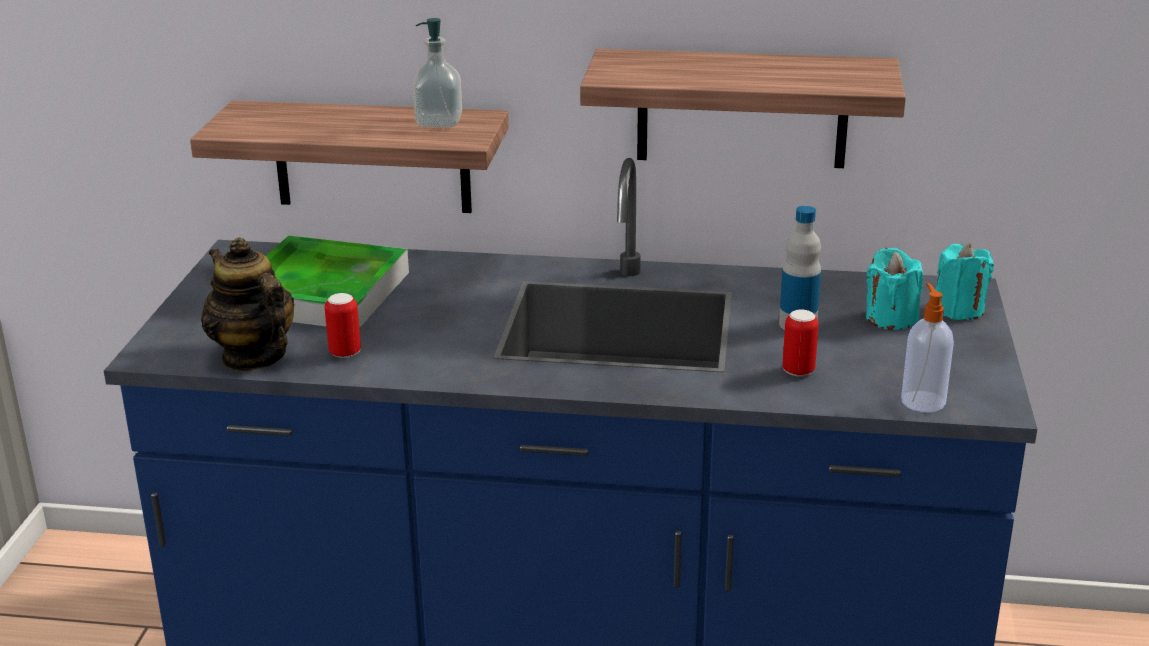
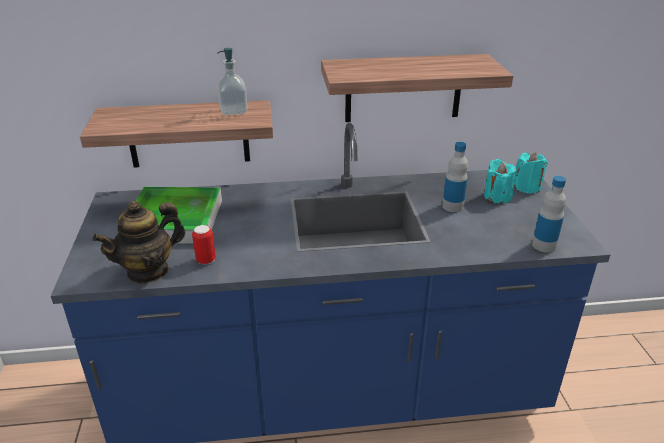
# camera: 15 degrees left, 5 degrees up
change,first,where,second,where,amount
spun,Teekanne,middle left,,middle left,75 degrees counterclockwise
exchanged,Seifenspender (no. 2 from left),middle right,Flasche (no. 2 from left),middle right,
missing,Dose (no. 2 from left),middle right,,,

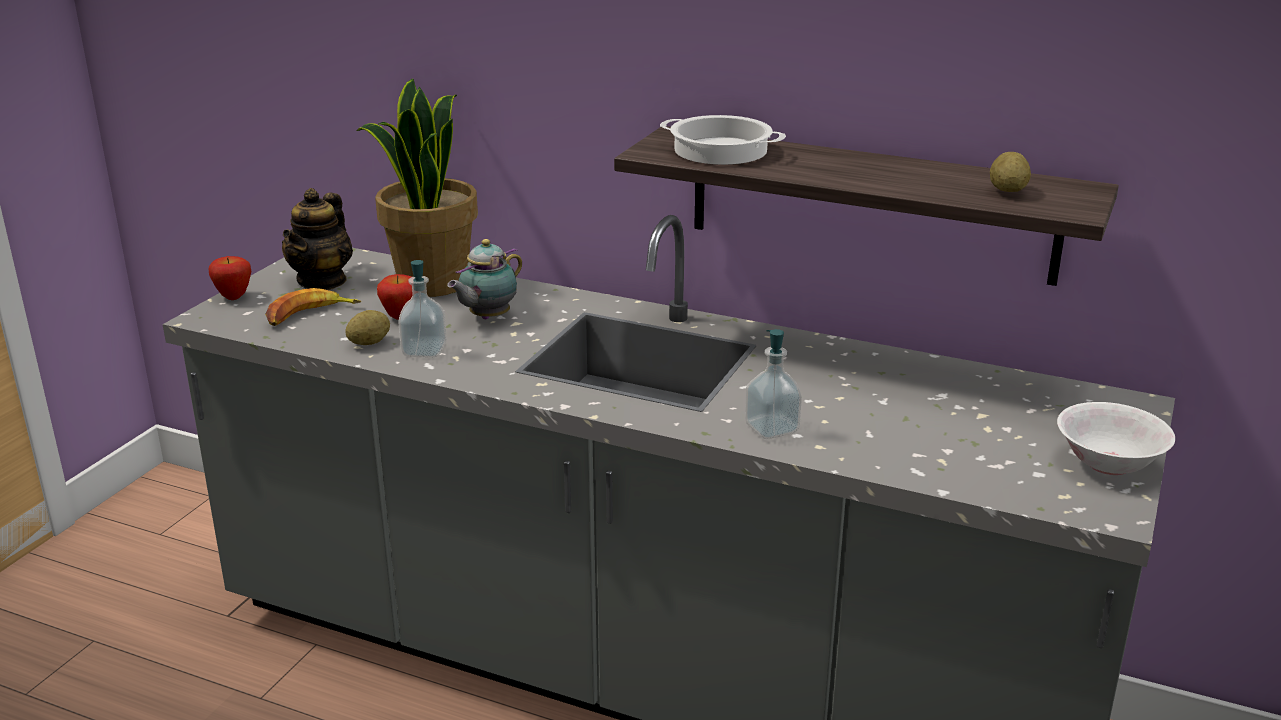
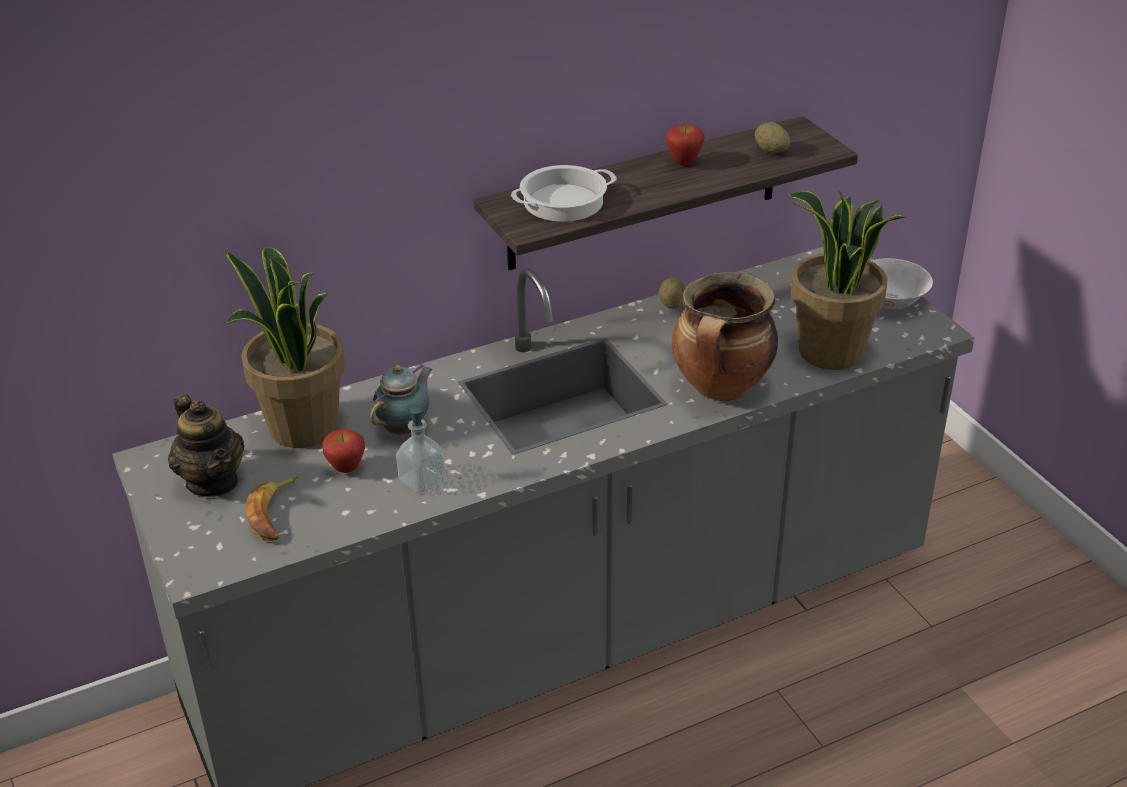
# camera: 50 degrees left, 10 degrees up
change,first,where,second,where,amount
spun,Teekanne (no. 2 from left),centre,,centre,135 degrees counterclockwise
relocated,Kartoffel (no. 1 from left),middle left,,centre,
relocated,Apfel (no. 1 from left in the first image),middle left,Apfel (no. 2 from left),top centre,
exchanged,Seifenspender (no. 2 from left),centre,Kochtopf (no. 2 from left),centre,
appeared,,,Topfpflanze (no. 2 from left),middle right,

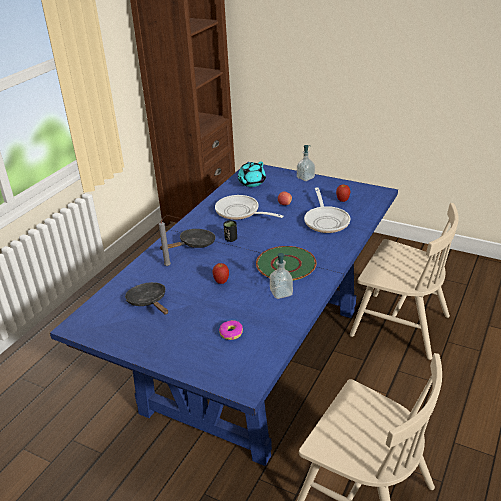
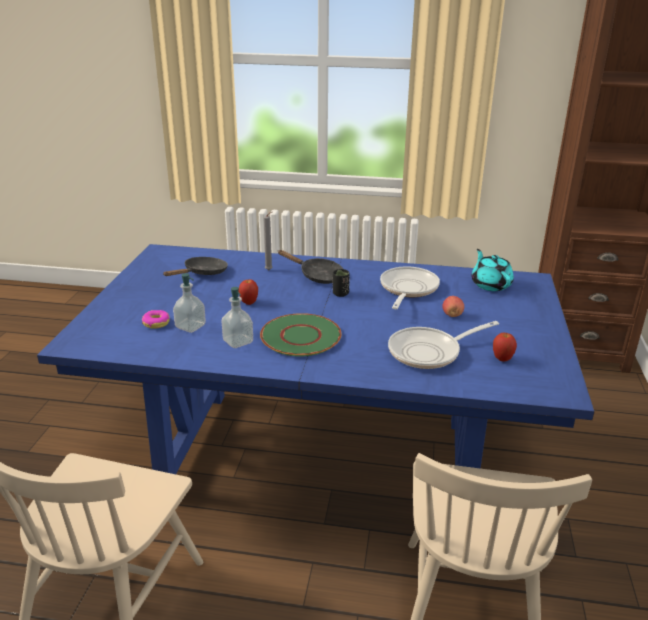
# camera: 70 degrees right, 5 degrees down
change,first,where,second,where,amount
relocated,Seifenspender (no. 2 from left in the first image),top centre,Seifenspender (no. 1 from left),middle left,
spun,Teekanne [türkis],centre,,middle right,60 degrees clockwise

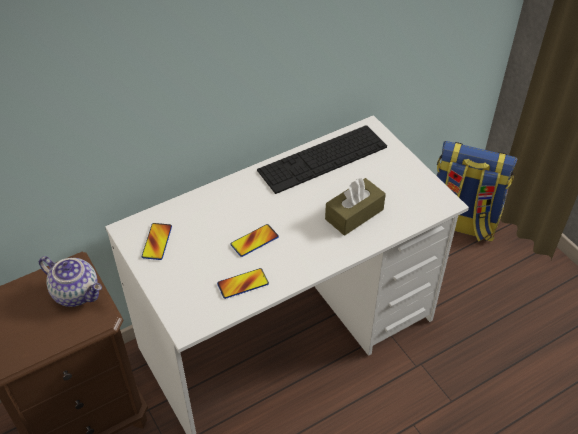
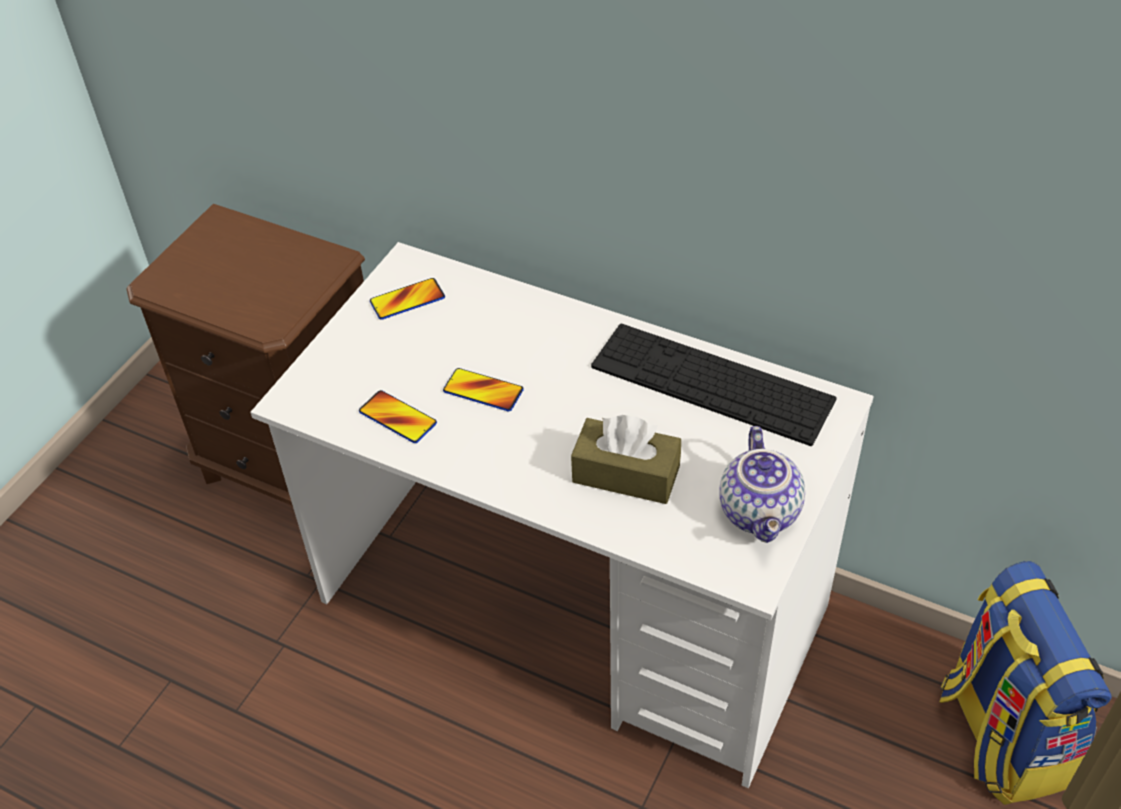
# camera: 60 degrees right, 0 degrees up
change,first,where,second,where,amount
relocated,Teekanne,middle left,,middle right,

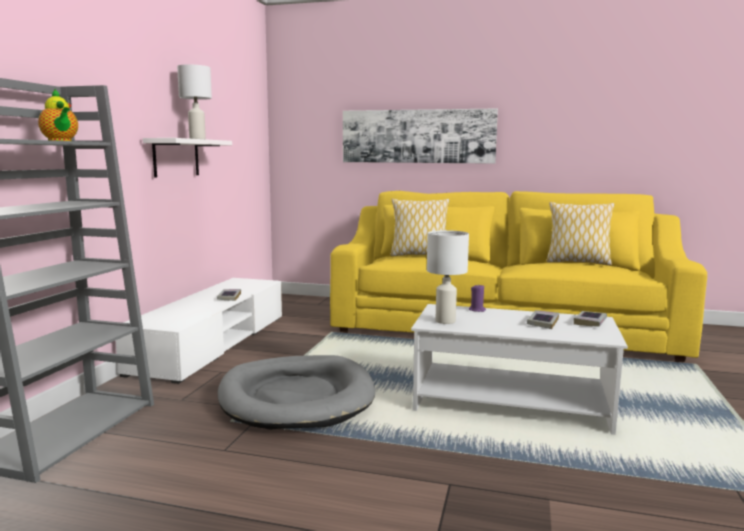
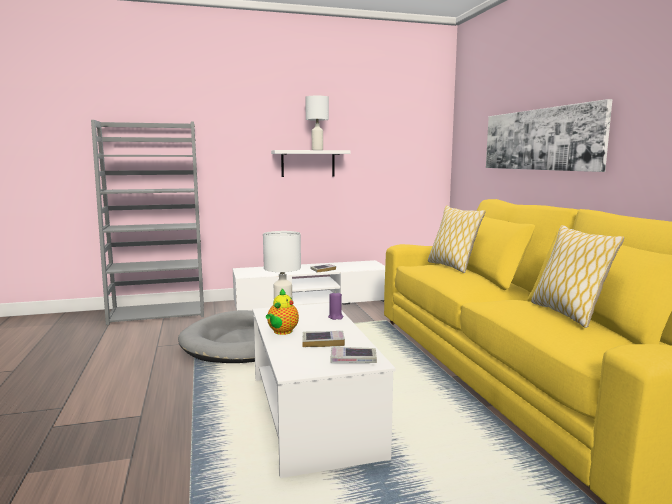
# camera: 60 degrees right, 0 degrees up
change,first,where,second,where,amount
relocated,Teekanne,top left,,centre,

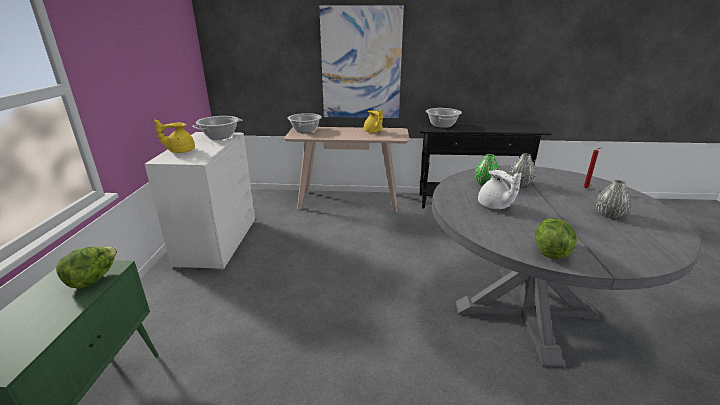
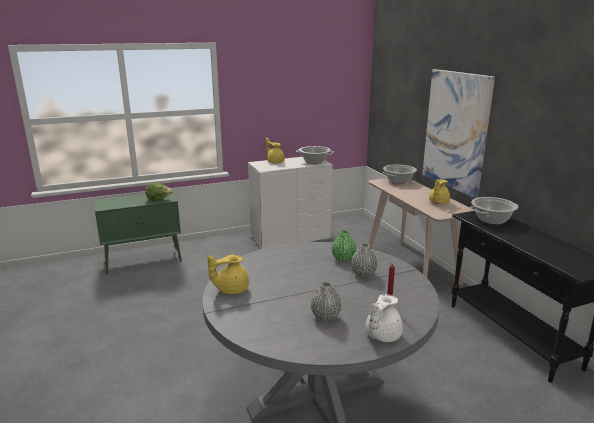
# camera: 65 degrees right, 5 degrees down
change,first,where,second,where,amount
exchanged,Salatkopf (no. 2 from left),middle right,Teekanne [gelb] (no. 1 from left),centre,
relocated,Teekanne [weiß],middle right,,bottom centre,

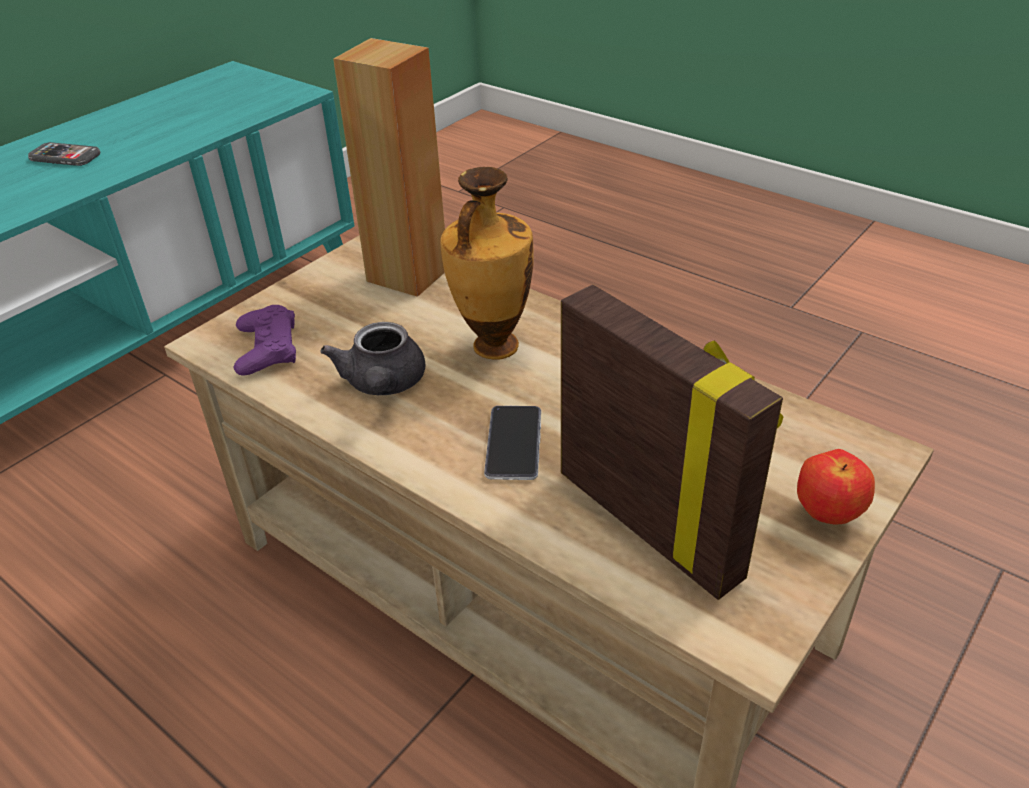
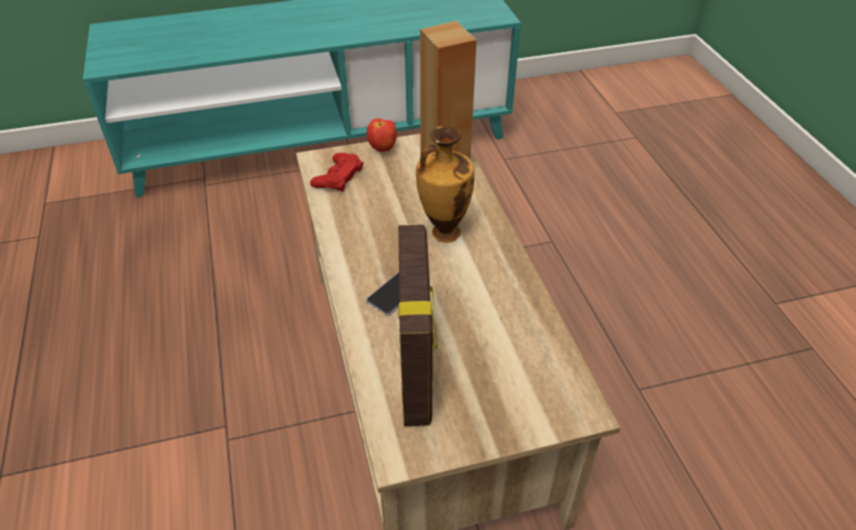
# camera: 35 degrees right, 5 degrees up
change,first,where,second,where,amount
colour,Gamepad [lila],middle left,Gamepad [rot],top centre,
relocated,Apfel,middle right,,top centre,
missing,Handy (no. 1 from left),top left,,,
missing,Teekanne [grau],centre,,,

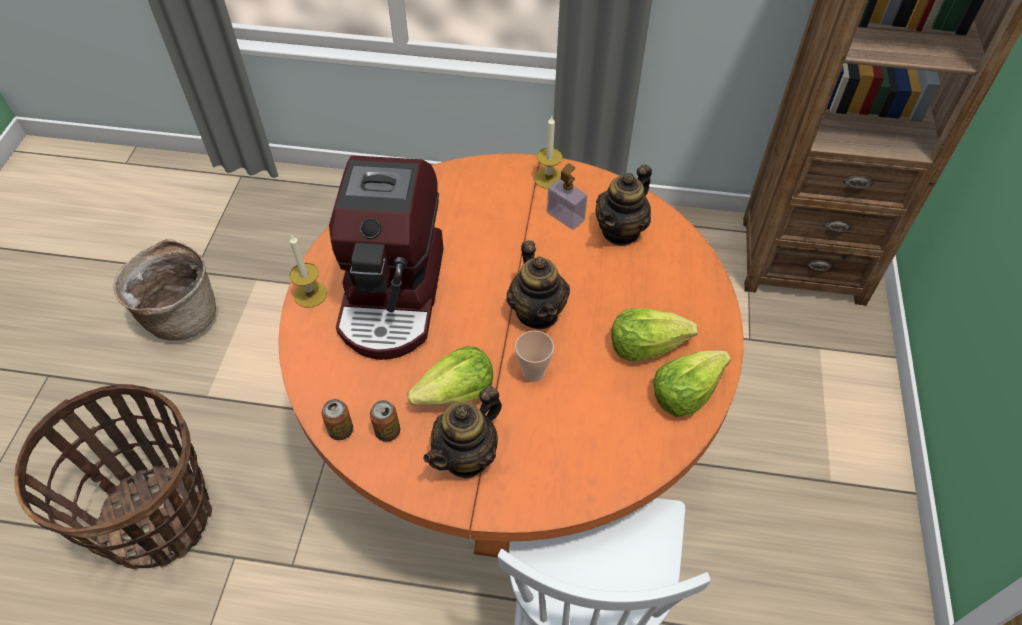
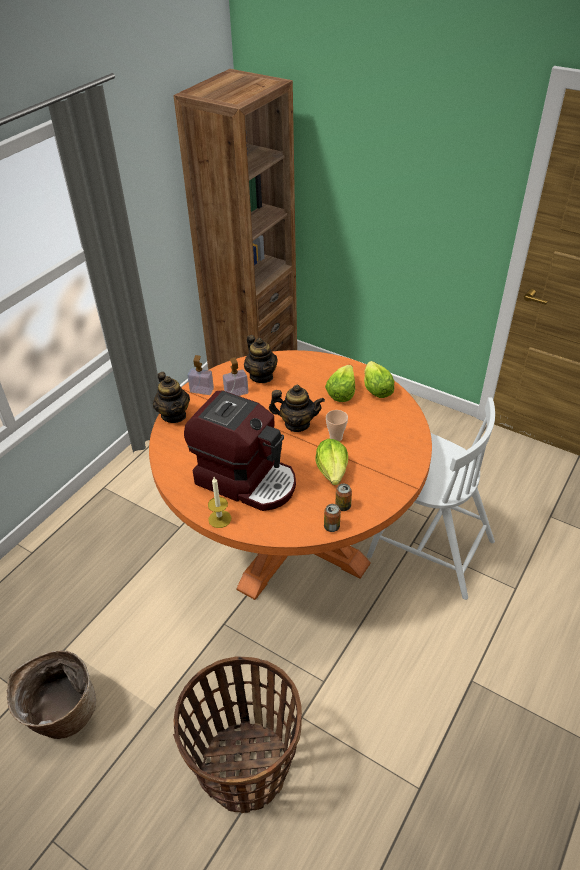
# camera: 65 degrees left, 10 degrees down
change,first,where,second,where,amount
relocated,Teekanne (no. 1 from left),bottom centre,,middle left,
exchanged,Kerze (no. 2 from left),top centre,Seifenspender (no. 1 from left),centre,

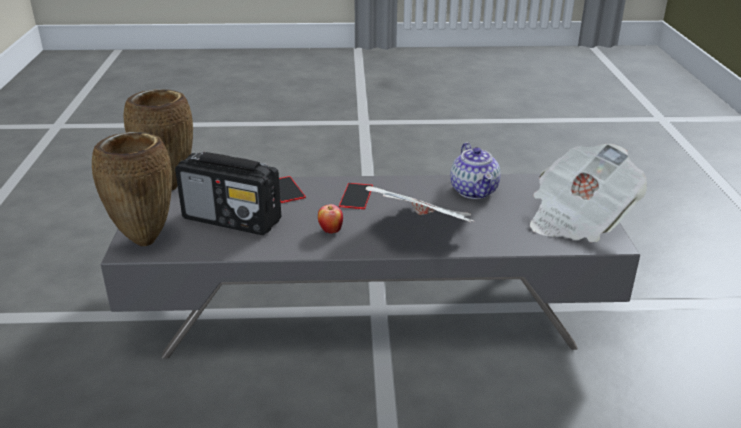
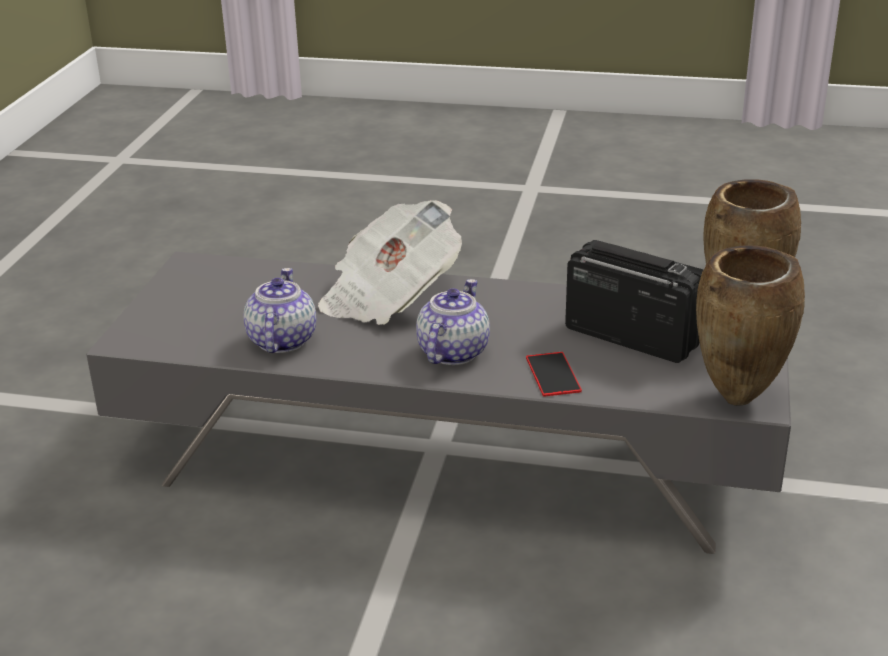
# camera: 165 degrees left, 0 degrees up
change,first,where,second,where,amount
exchanged,Handy (no. 2 from left),centre,Teekanne (no. 2 from left),centre,
missing,Apfel,centre,,,
missing,Zeitung (no. 2 from left),middle right,,,

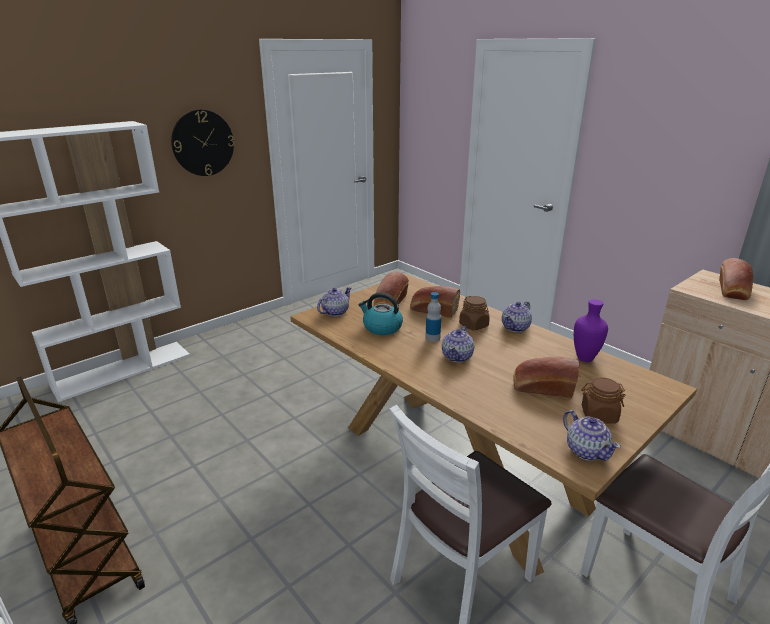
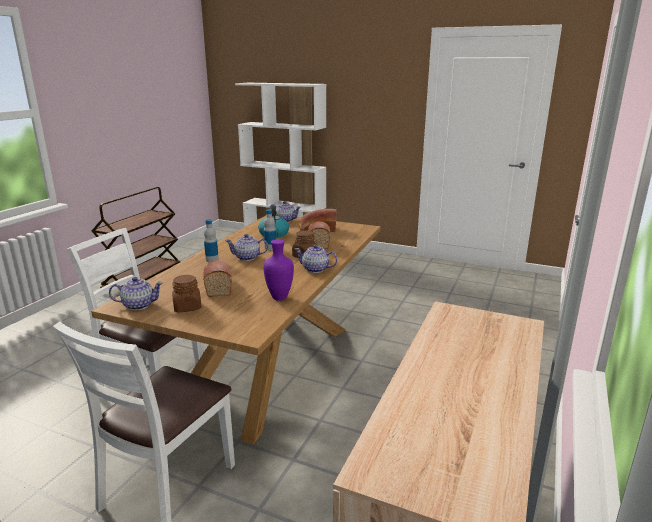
# camera: 65 degrees right, 5 degrees down
change,first,where,second,where,amount
spun,Teekanne (no. 4 from left in the first image),bottom right,Teekanne (no. 1 from left),middle left,135 degrees counterclockwise
appeared,,,Flasche (no. 1 from left),middle left,
missing,Wanduhr,top left,,,
missing,Brot (no. 4 from left),middle right,,,

